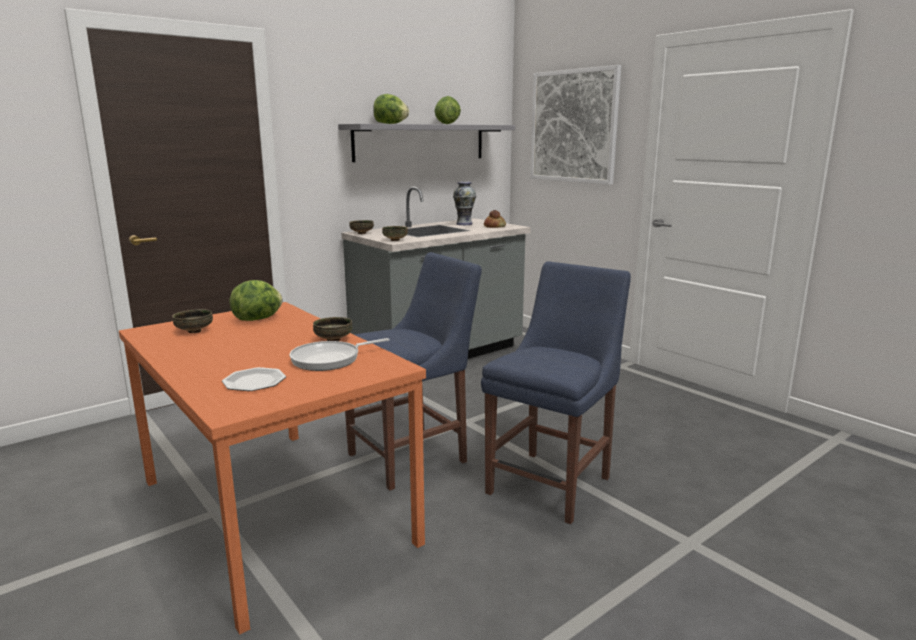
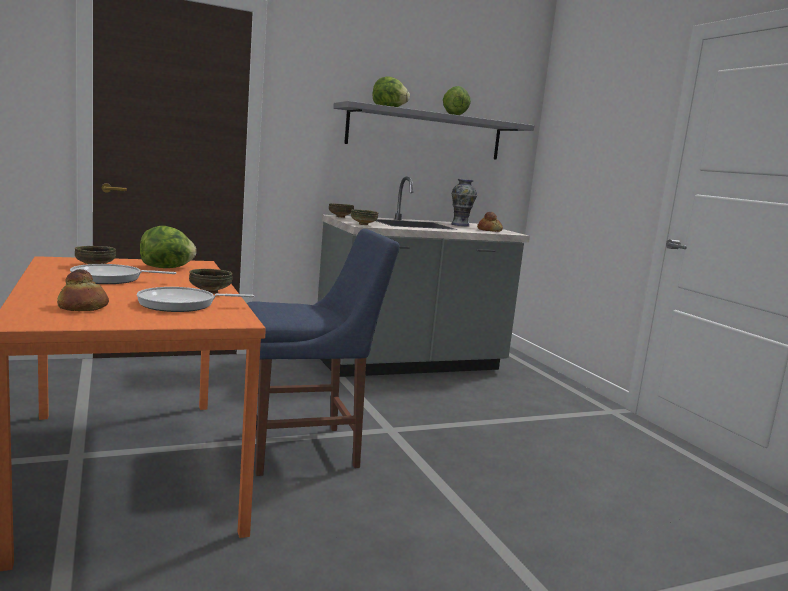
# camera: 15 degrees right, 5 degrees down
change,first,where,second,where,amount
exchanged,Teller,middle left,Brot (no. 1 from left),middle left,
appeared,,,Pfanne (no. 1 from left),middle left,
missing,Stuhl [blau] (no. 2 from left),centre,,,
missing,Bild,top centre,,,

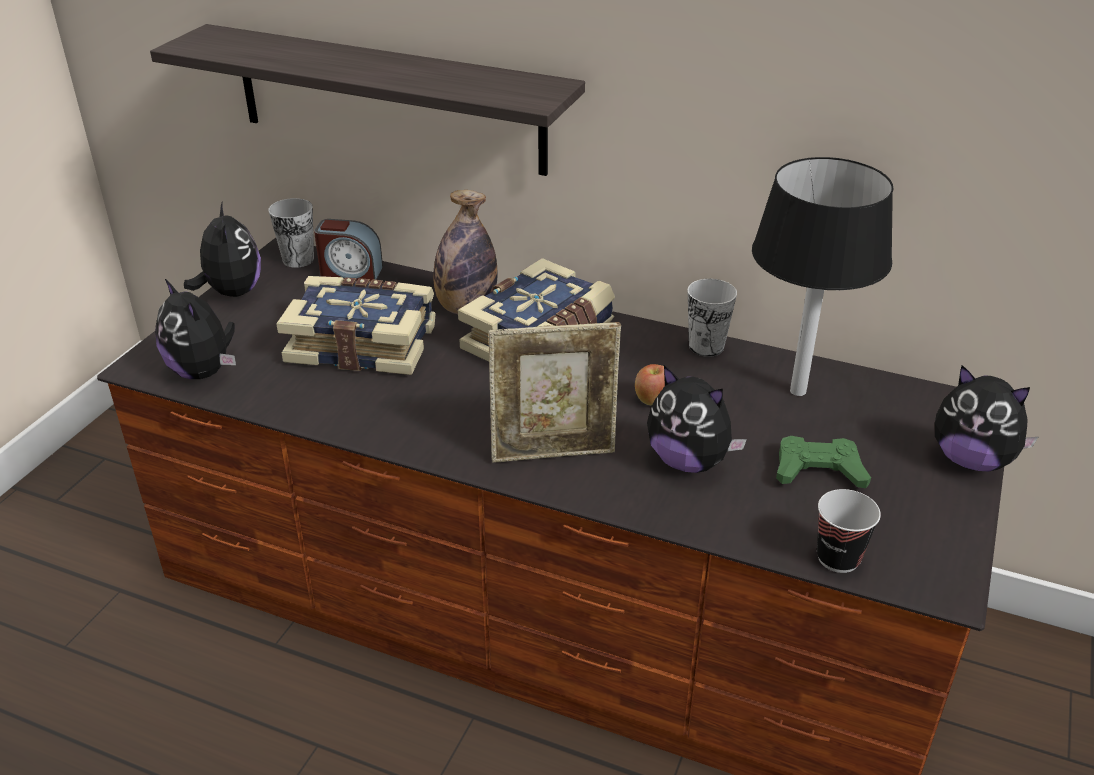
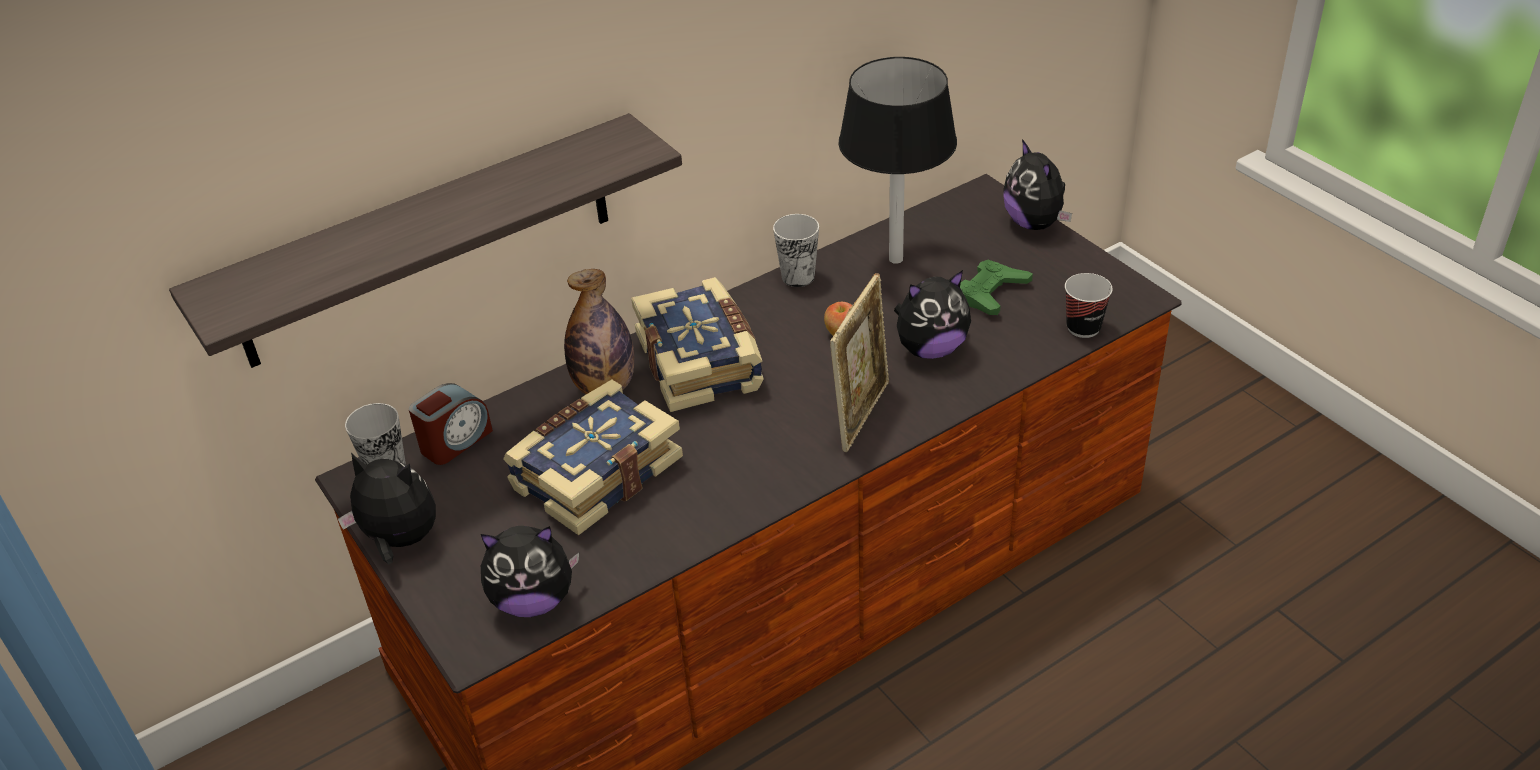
# camera: 55 degrees left, 5 degrees up
change,first,where,second,where,amount
spun,Plüschtier (no. 4 from left),middle right,,top right,90 degrees clockwise

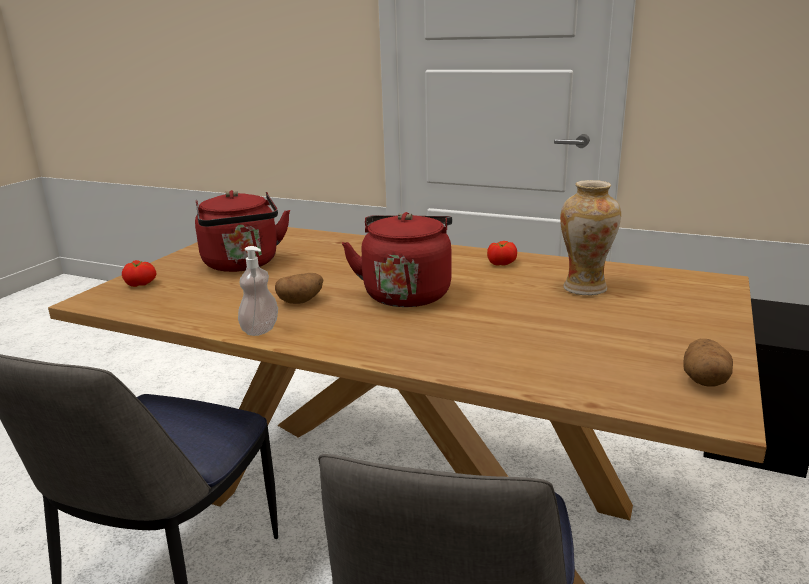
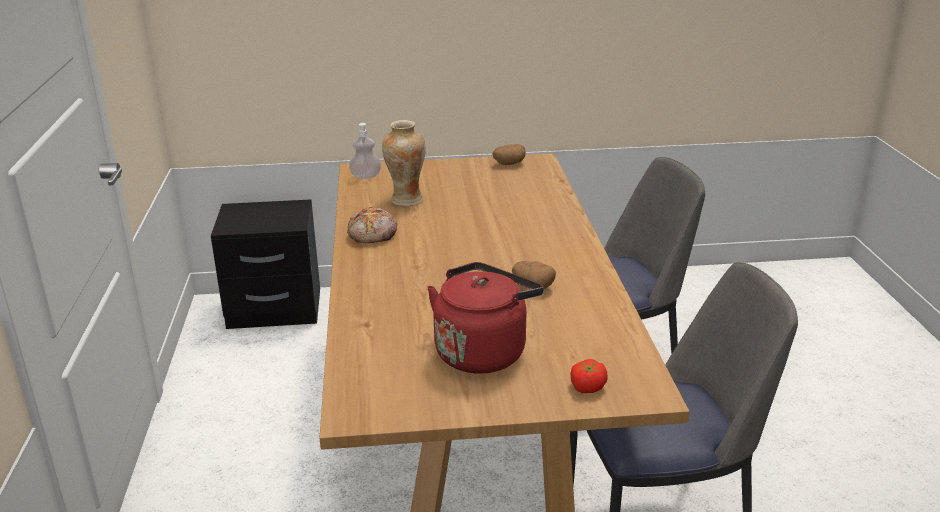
# camera: 120 degrees left, 5 degrees up
change,first,where,second,where,amount
exchanged,Tomate (no. 2 from left),centre,Brot,centre,
relocated,Seifenspender,middle left,,top centre,
missing,Wasserkessel [rot] (no. 2 from left),centre,,,

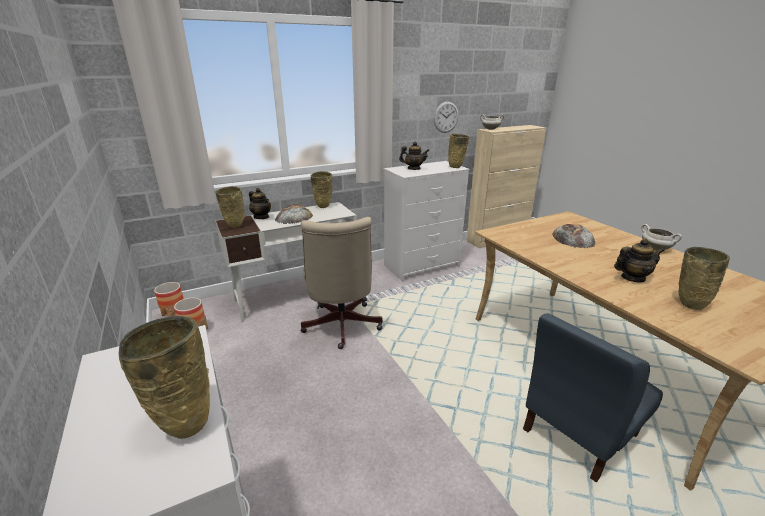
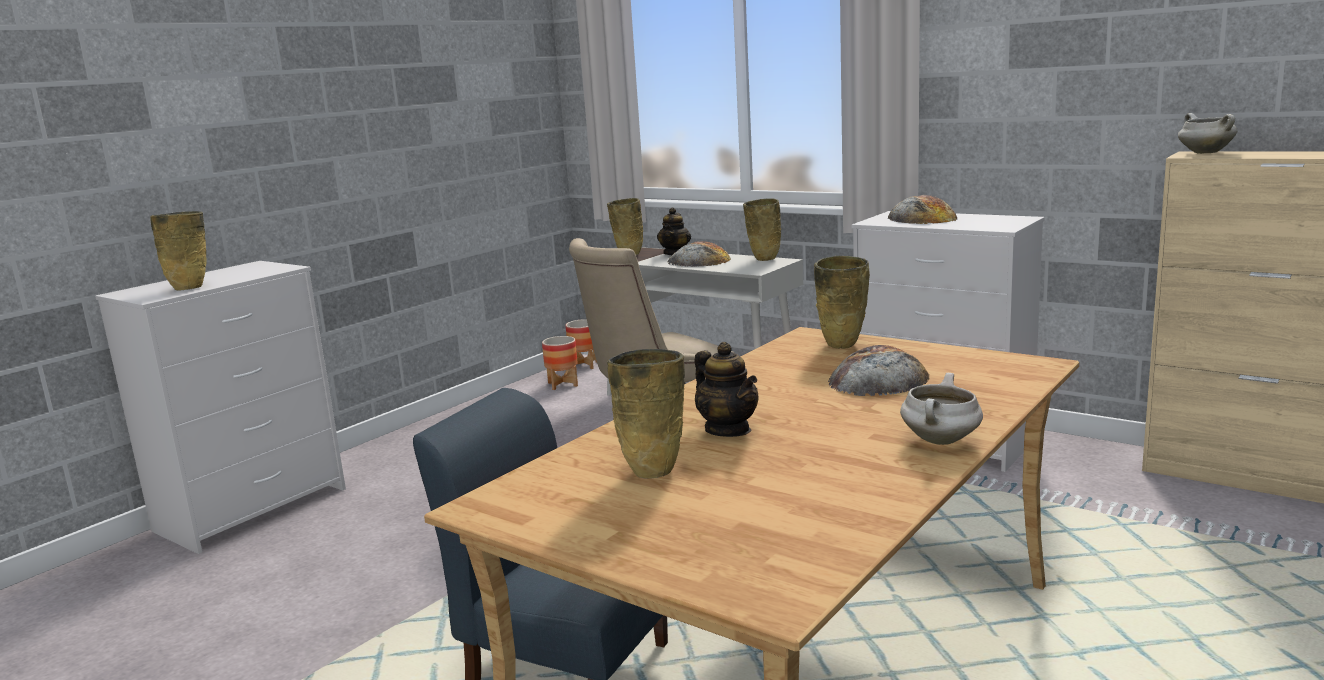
# camera: 65 degrees right, 10 degrees down
change,first,where,second,where,amount
relocated,Vase [beige] (no. 4 from left in the first image),top centre,Vase [beige] (no. 5 from left),centre,
exchanged,Teekanne (no. 2 from left),top centre,Brot (no. 3 from left),top right,
missing,Wanduhr,top centre,,,

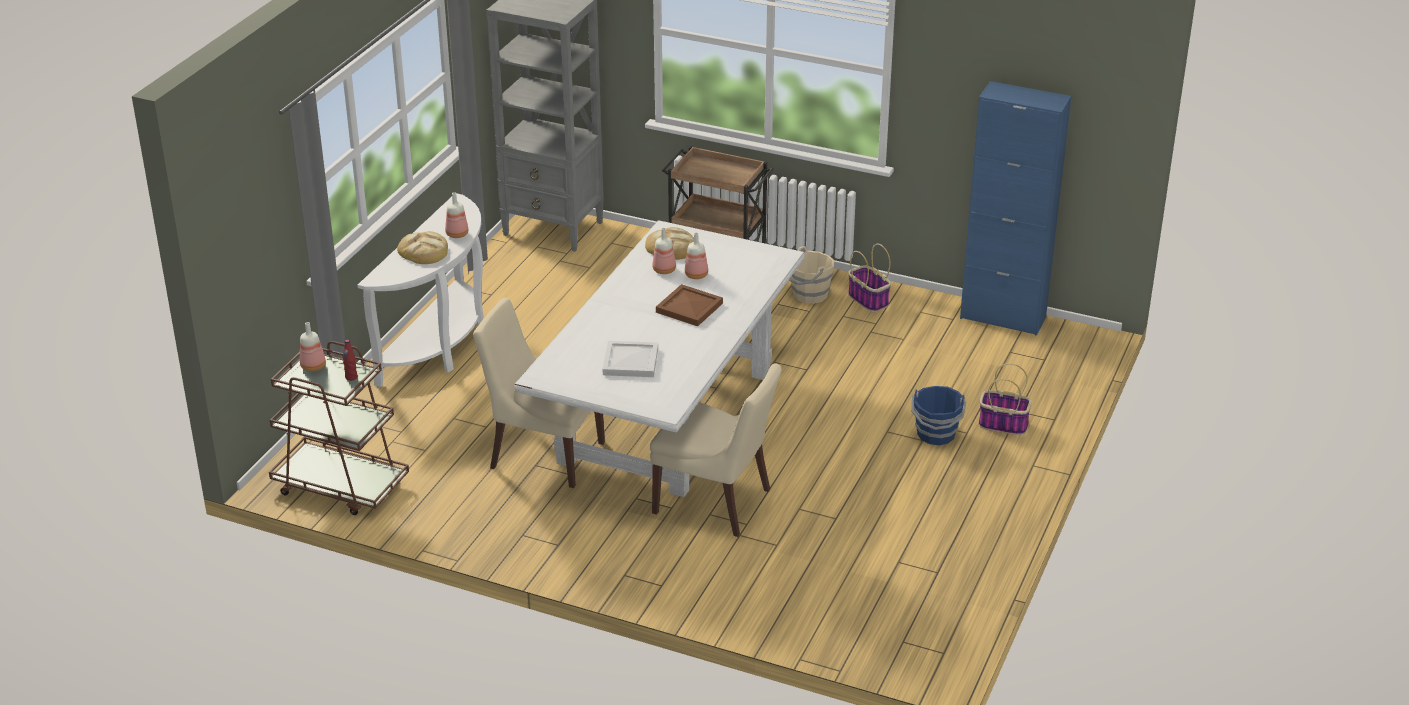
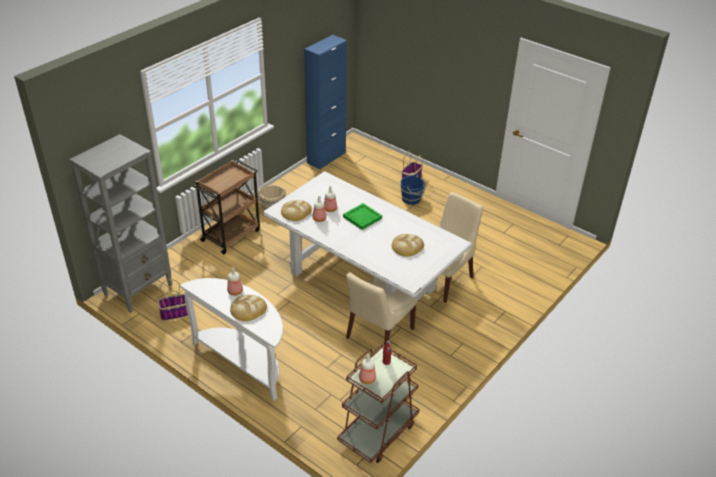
# camera: 75 degrees left, 5 degrees up
change,first,where,second,where,amount
relocated,Korb (no. 1 from left),centre,,middle left,
colour,Tablett [braun],centre,Tablett [grün],centre,
exchanged,Tablett [weiß],centre,Brot (no. 3 from left),centre,

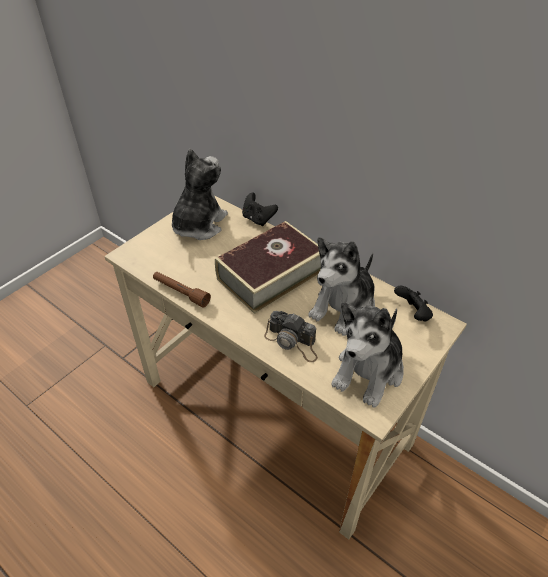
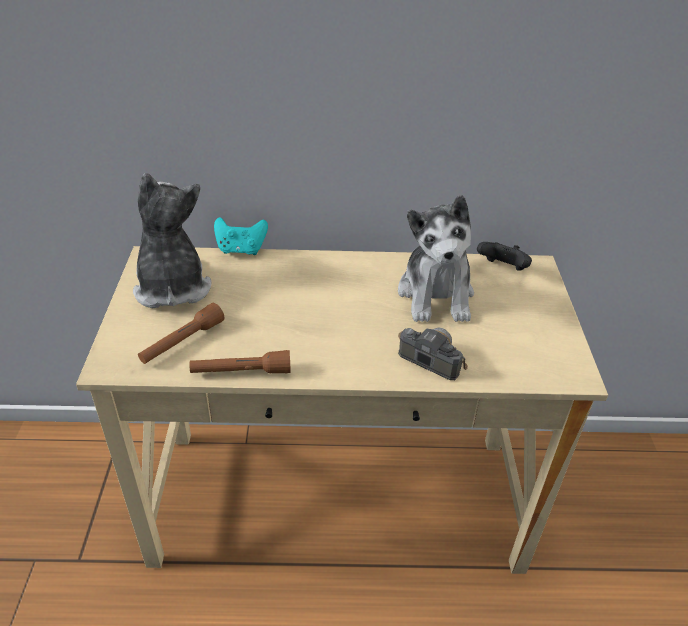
# camera: 40 degrees left, 5 degrees down
change,first,where,second,where,amount
appeared,,,Taschenlampe [braun] (no. 1 from left),middle left,
colour,Gamepad [schwarz] (no. 1 from left),centre,Gamepad [türkis],centre,
spun,Kamera,centre,,centre,135 degrees counterclockwise
missing,Buch,centre,,,
missing,Plüschtier (no. 3 from left),middle right,,,

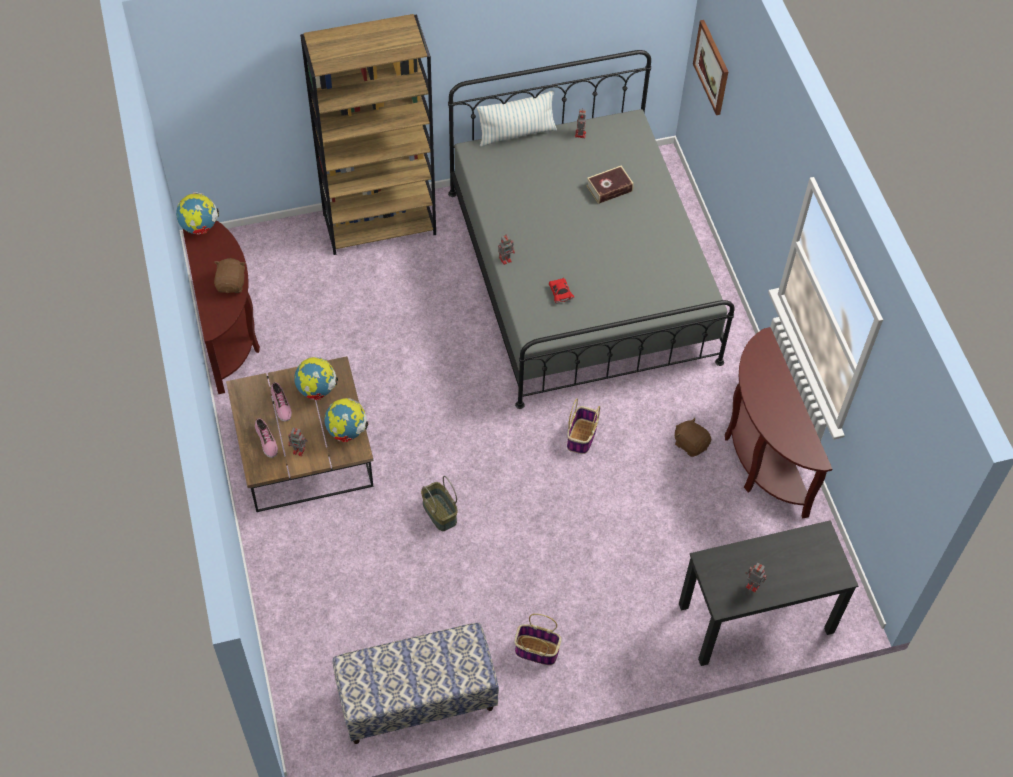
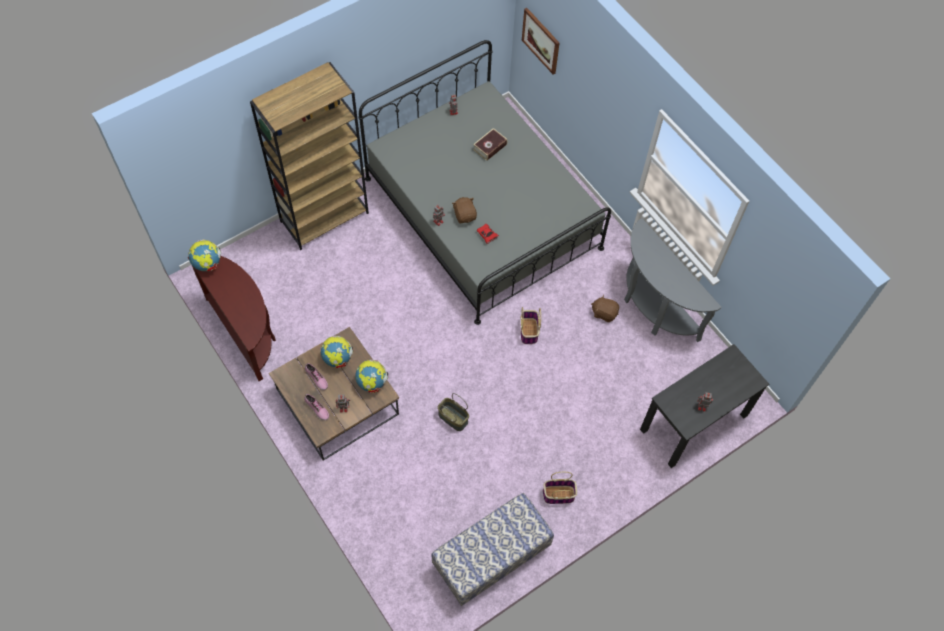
# camera: 20 degrees left, 5 degrees up
change,first,where,second,where,amount
relocated,Plüschtier [braun] (no. 1 from left),middle left,,top centre,
colour,Konsolentisch [braun] (no. 2 from left),middle right,Konsolentisch [grau],middle right,
missing,Kissen,top centre,,,

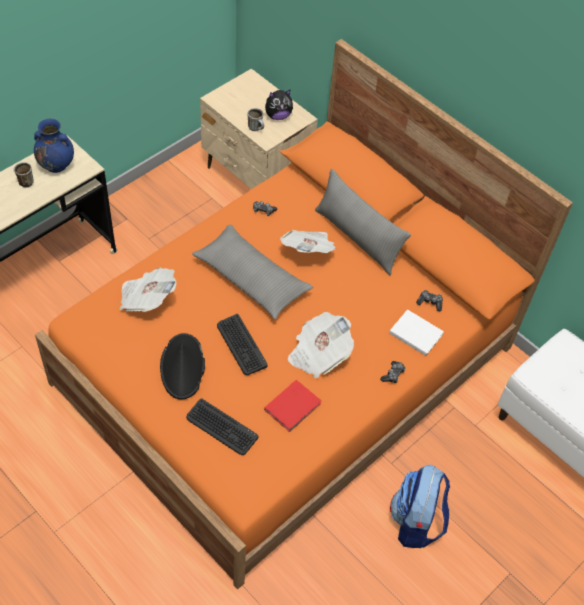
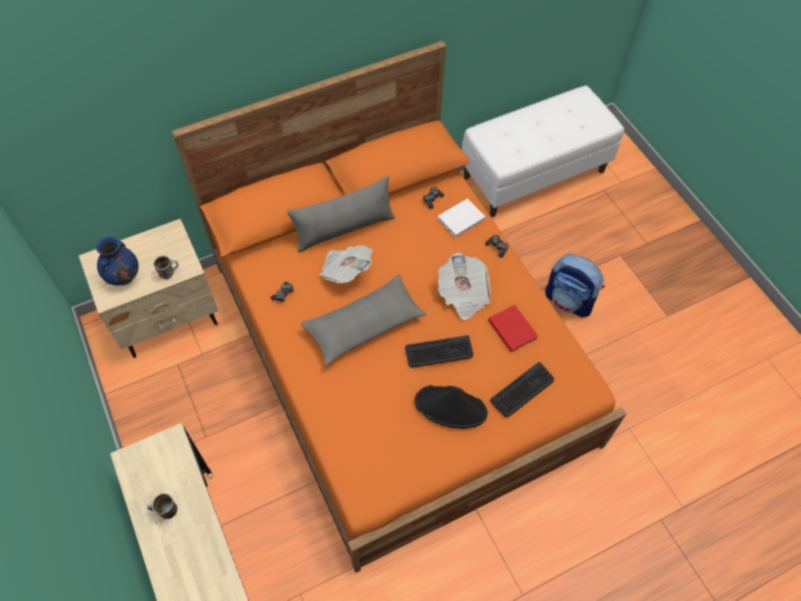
# camera: 70 degrees left, 5 degrees up
change,first,where,second,where,amount
relocated,Vase [blau],top left,,middle left,
missing,Zeitung (no. 1 from left),middle left,,,
missing,Plüschtier,top centre,,,

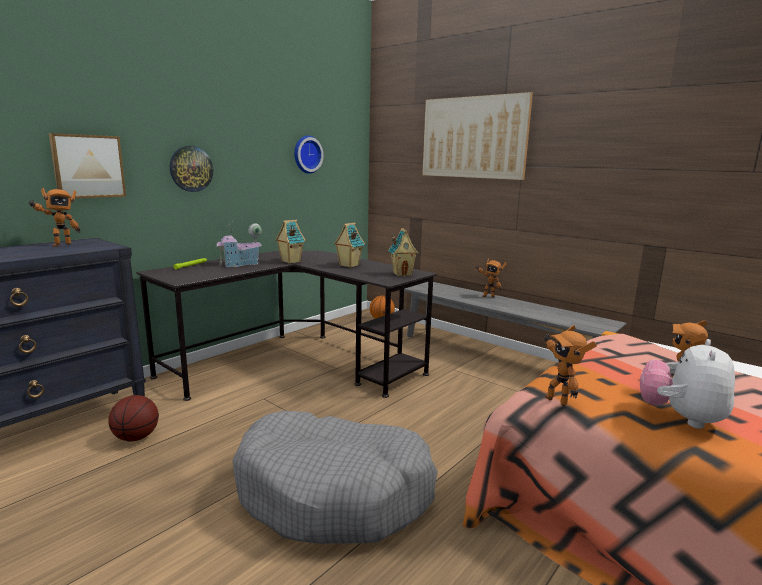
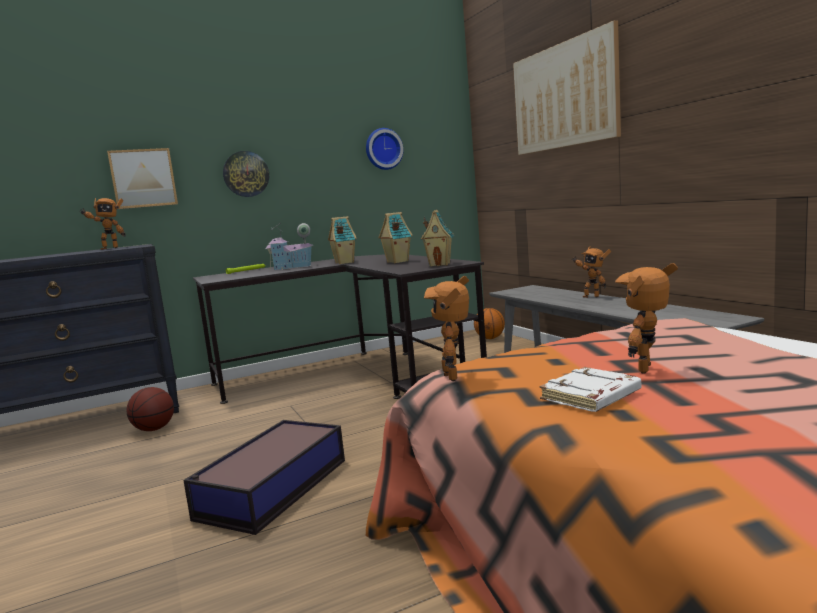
# camera: 25 degrees right, 5 degrees down
change,first,where,second,where,amount
exchanged,Hundebett [grau],bottom centre,Aufbewahrungsbox,bottom left,
exchanged,Plüschtier,middle right,Buch [weiß],middle right,

